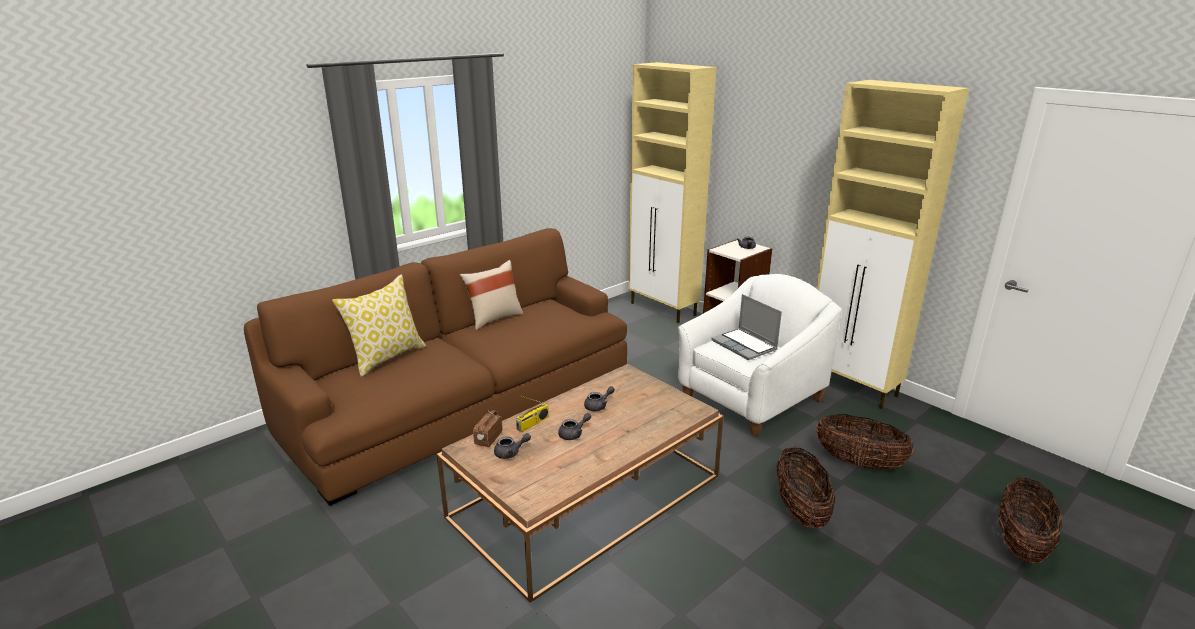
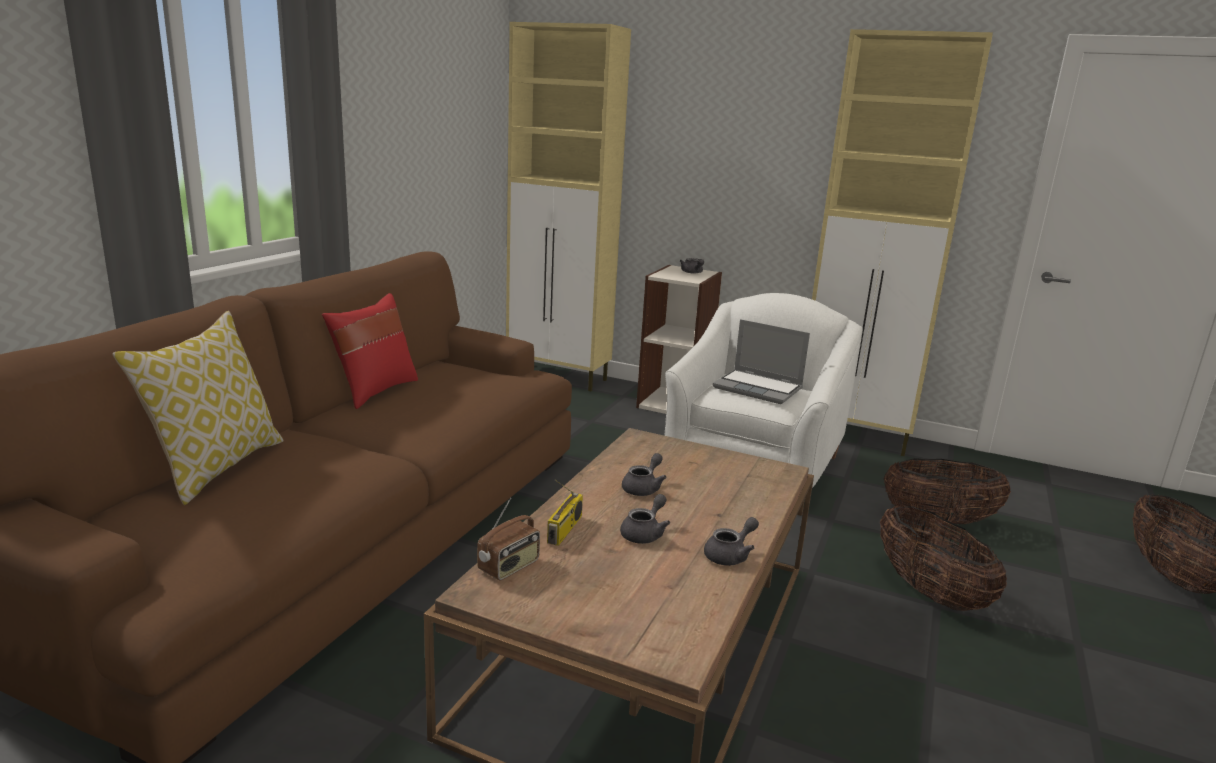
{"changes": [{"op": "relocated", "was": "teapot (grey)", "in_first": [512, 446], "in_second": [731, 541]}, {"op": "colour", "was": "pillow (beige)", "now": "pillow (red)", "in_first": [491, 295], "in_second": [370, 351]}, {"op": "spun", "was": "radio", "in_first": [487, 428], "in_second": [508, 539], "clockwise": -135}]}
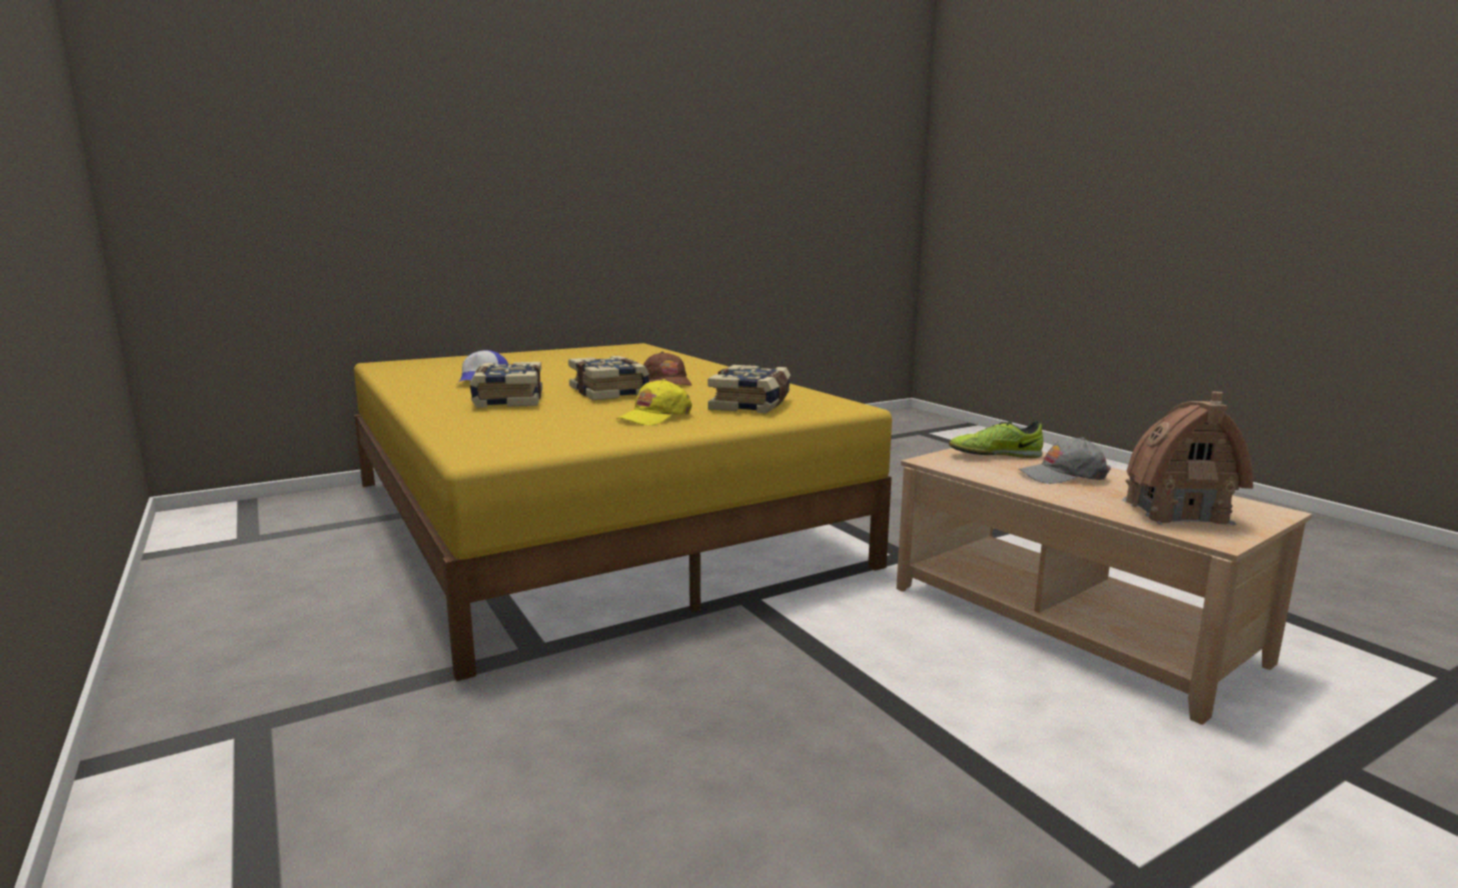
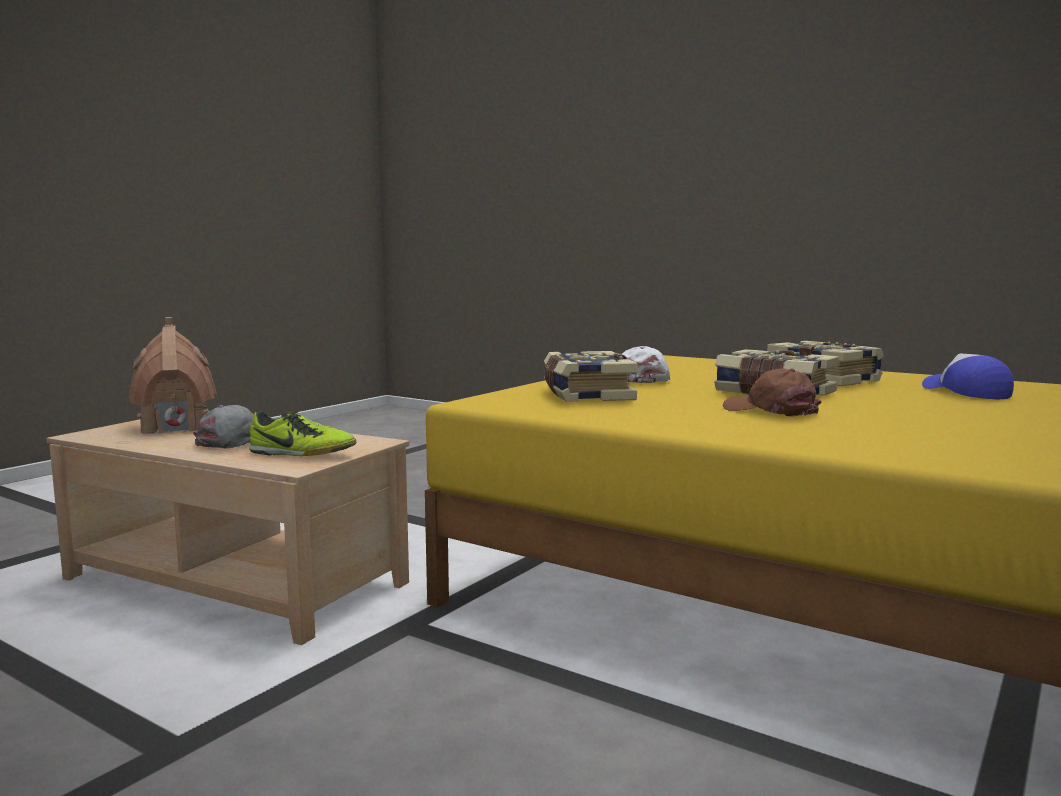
{"changes": [{"op": "colour", "was": "cap (yellow)", "now": "cap (white)", "in_first": [654, 402], "in_second": [646, 364]}, {"op": "spun", "was": "shoe", "in_first": [996, 439], "in_second": [302, 433], "clockwise": 45}]}
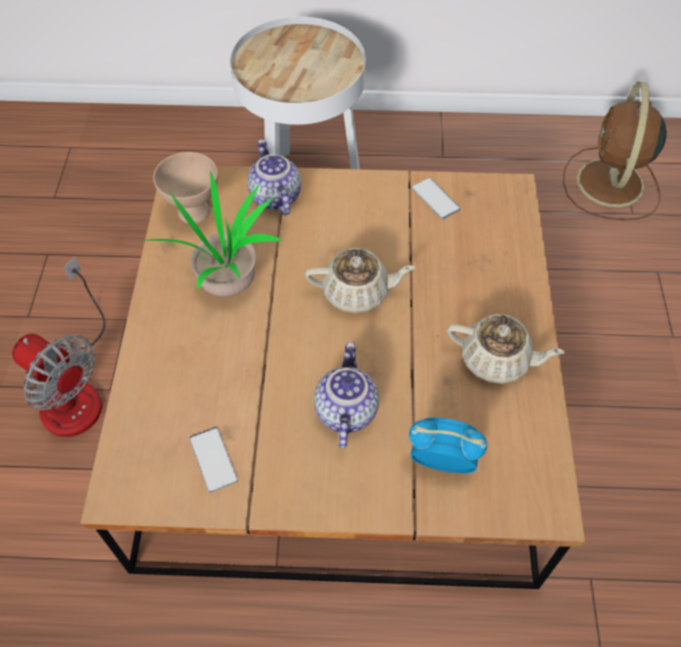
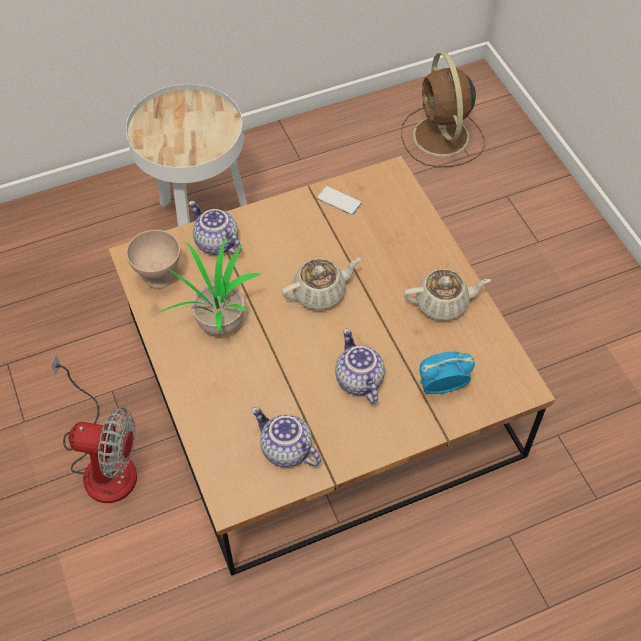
{"changes": [{"op": "exchanged", "was": "phone", "now": "teapot", "in_first": [213, 459], "in_second": [286, 437]}]}
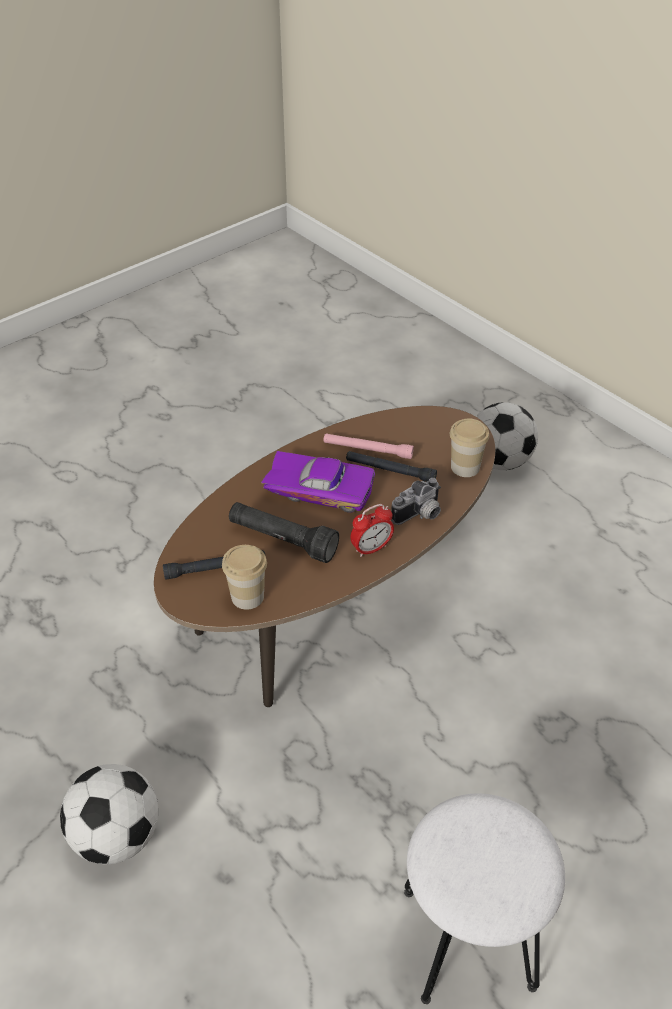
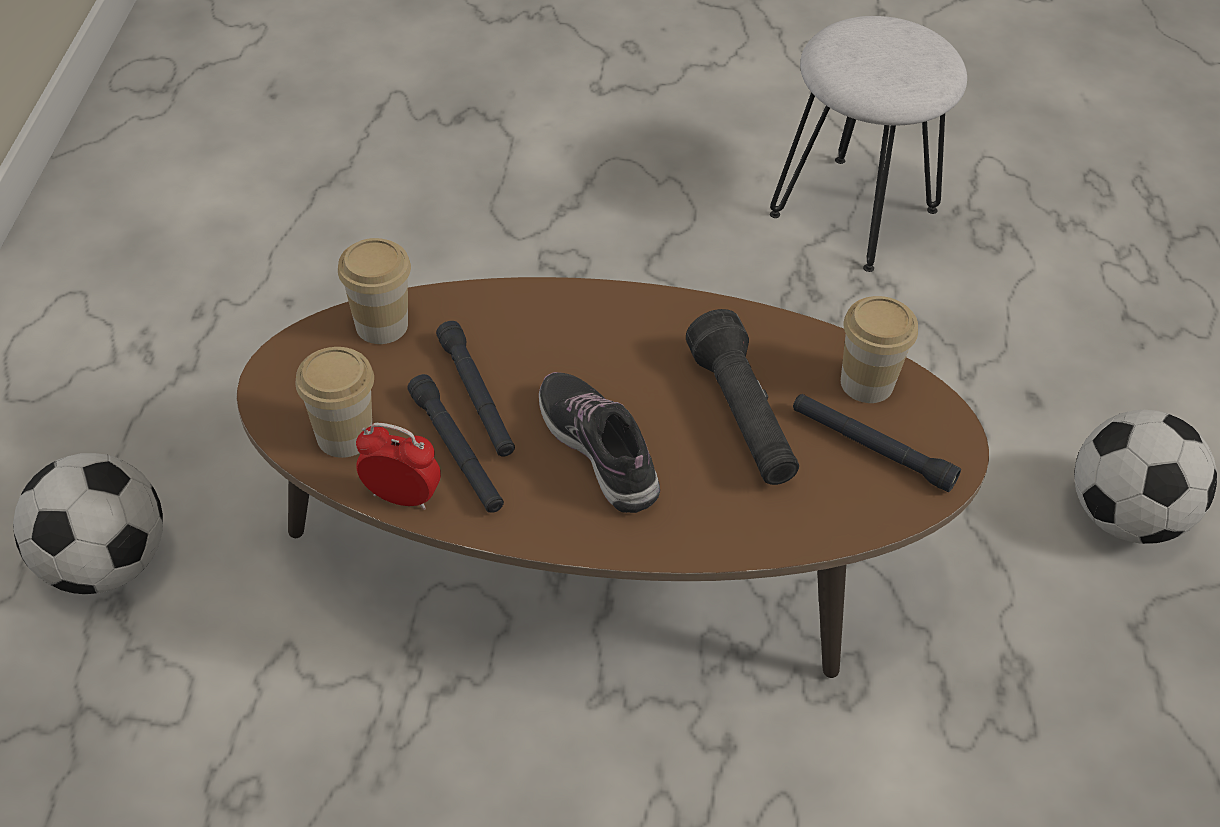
{"changes": [{"op": "missing", "was": "photo camera", "in_first": [416, 501]}, {"op": "appeared", "now": "cup", "in_second": [335, 402]}, {"op": "relocated", "was": "alarm clock", "in_first": [372, 530], "in_second": [398, 466]}, {"op": "exchanged", "was": "toy car (purple)", "now": "shoe", "in_first": [318, 482], "in_second": [599, 442]}, {"op": "colour", "was": "flashlight (pink)", "now": "flashlight (black)", "in_first": [369, 446], "in_second": [455, 443]}]}
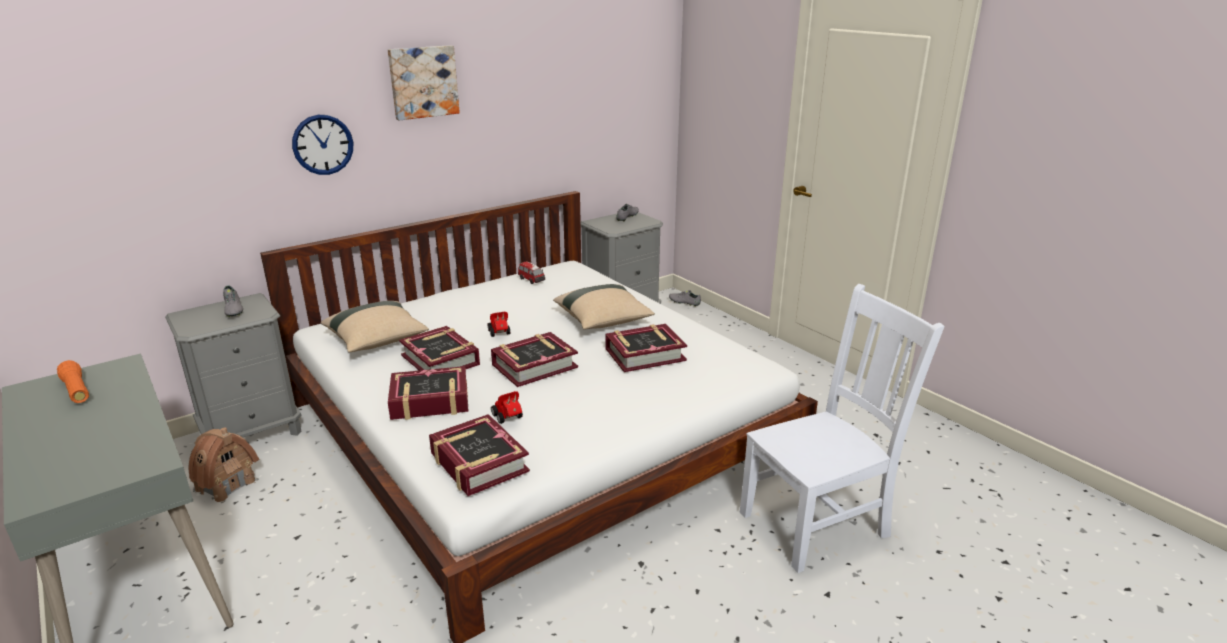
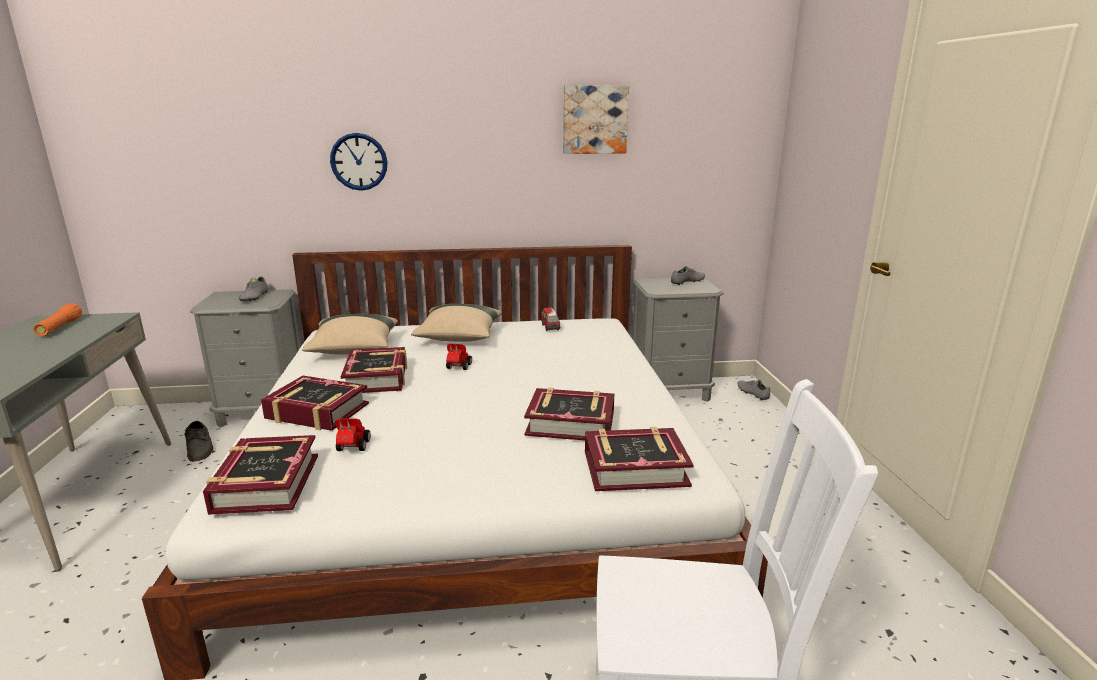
{"changes": [{"op": "relocated", "was": "picture", "in_first": [424, 82], "in_second": [596, 119]}, {"op": "relocated", "was": "book", "in_first": [534, 359], "in_second": [639, 459]}, {"op": "relocated", "was": "pillow (beige)", "in_first": [604, 307], "in_second": [456, 323]}, {"op": "exchanged", "was": "toy house", "now": "shoe (grey)", "in_first": [223, 465], "in_second": [198, 441]}]}
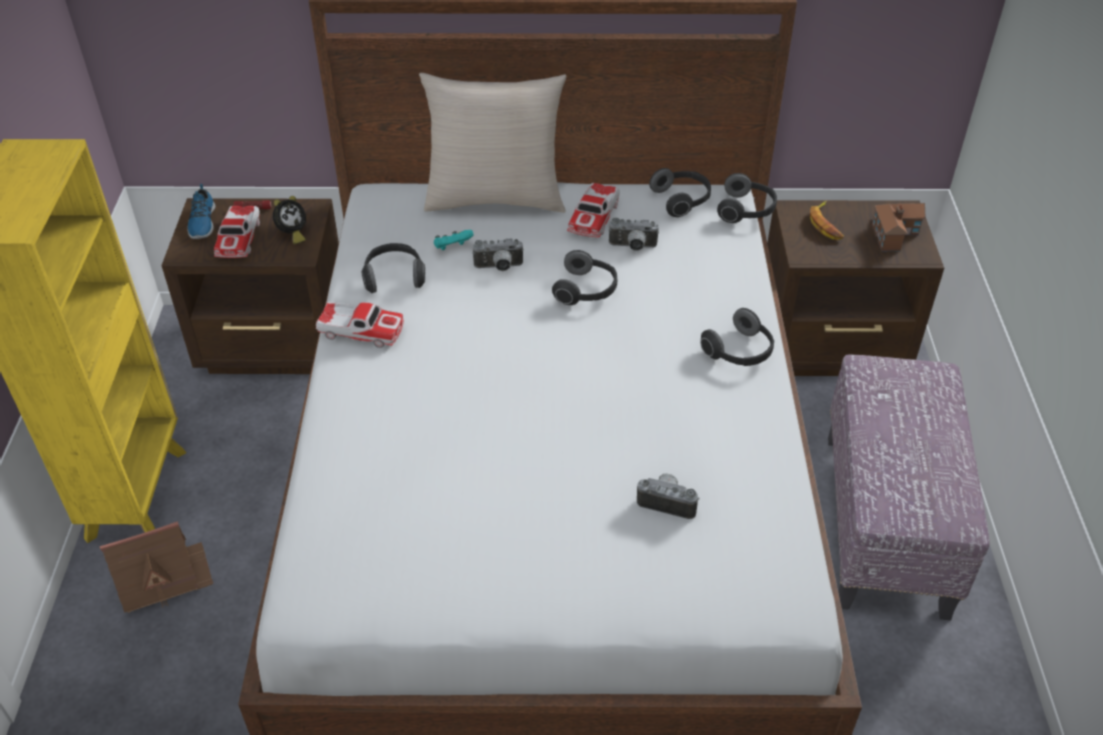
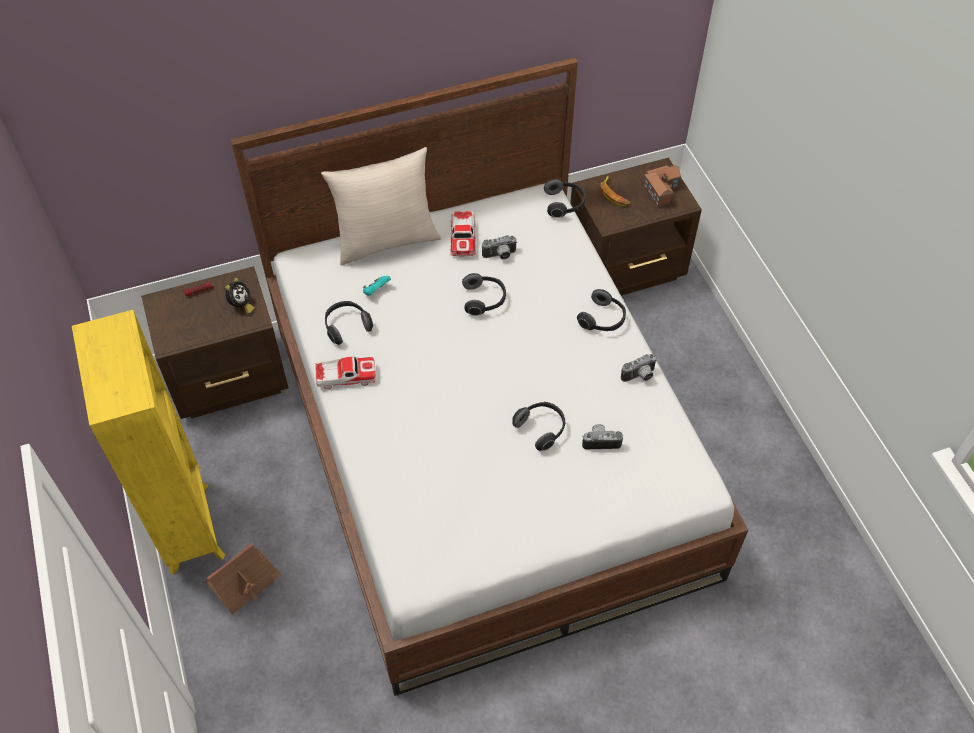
{"changes": [{"op": "missing", "was": "shoe", "in_first": [201, 211]}, {"op": "missing", "was": "toy car", "in_first": [237, 232]}, {"op": "missing", "was": "ottoman", "in_first": [909, 487]}, {"op": "relocated", "was": "photo camera", "in_first": [498, 255], "in_second": [639, 368]}, {"op": "relocated", "was": "headphones", "in_first": [680, 192], "in_second": [538, 426]}]}
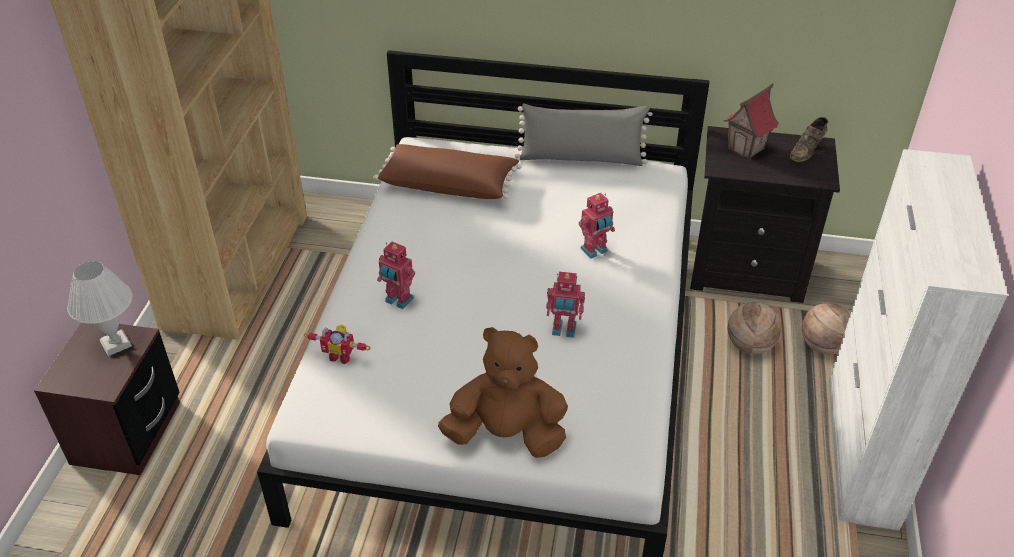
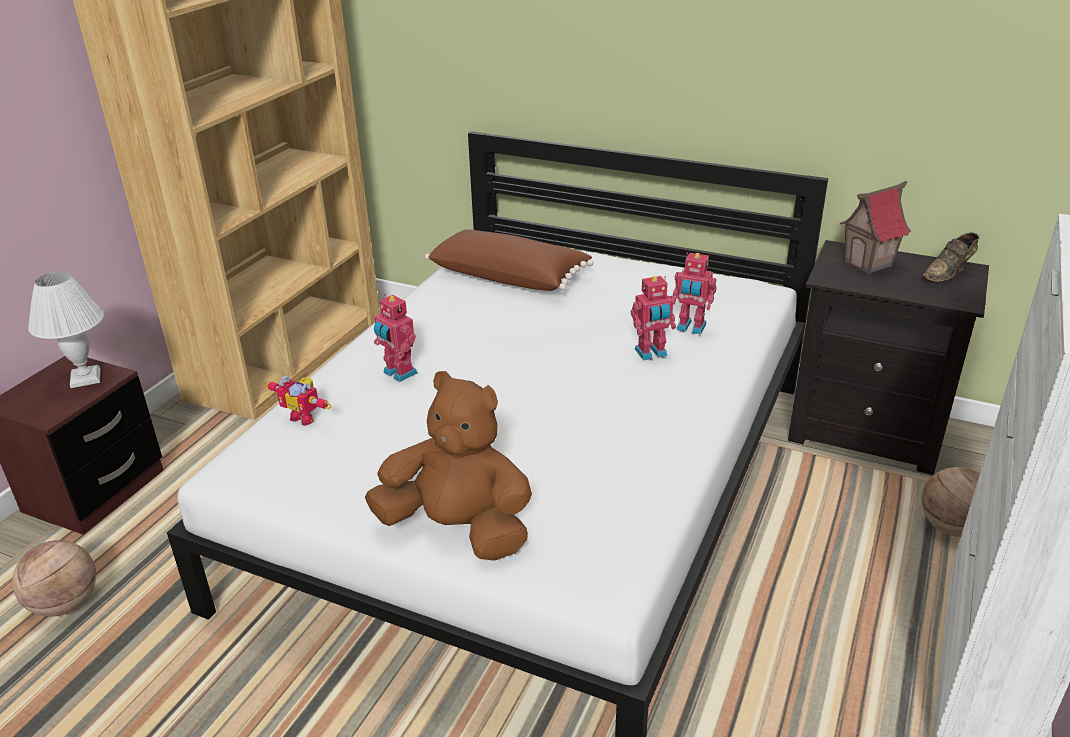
{"changes": [{"op": "missing", "was": "pillow (grey)", "in_first": [584, 134]}, {"op": "relocated", "was": "toy robot", "in_first": [565, 305], "in_second": [695, 294]}, {"op": "relocated", "was": "basketball", "in_first": [754, 328], "in_second": [54, 578]}]}
